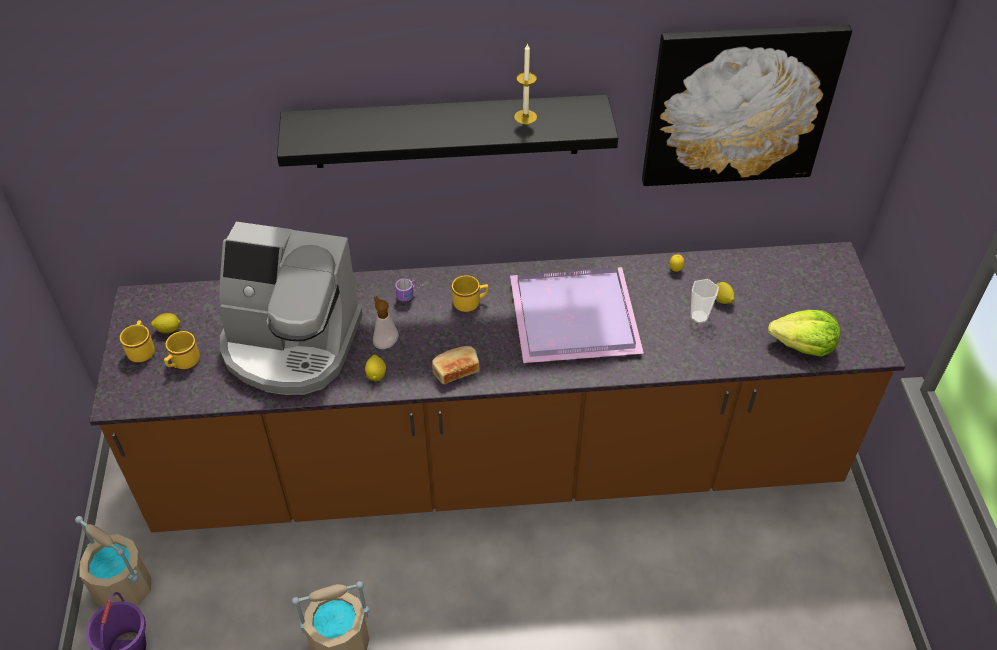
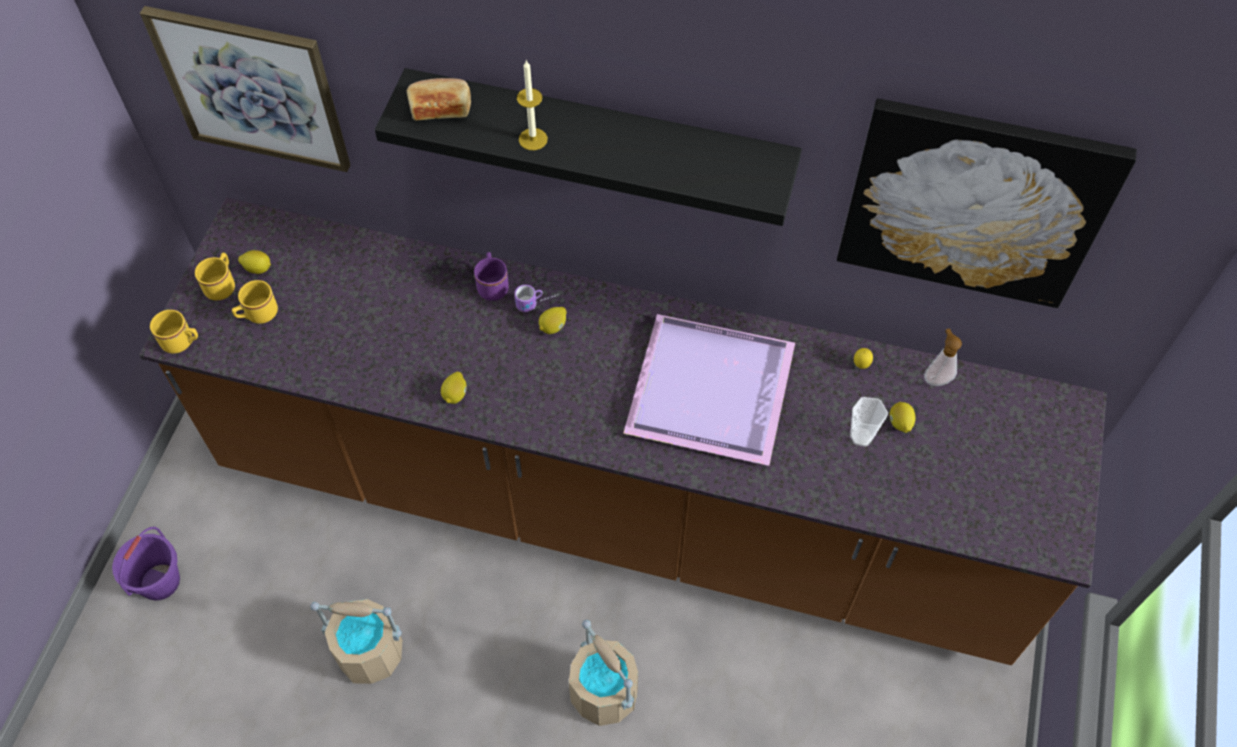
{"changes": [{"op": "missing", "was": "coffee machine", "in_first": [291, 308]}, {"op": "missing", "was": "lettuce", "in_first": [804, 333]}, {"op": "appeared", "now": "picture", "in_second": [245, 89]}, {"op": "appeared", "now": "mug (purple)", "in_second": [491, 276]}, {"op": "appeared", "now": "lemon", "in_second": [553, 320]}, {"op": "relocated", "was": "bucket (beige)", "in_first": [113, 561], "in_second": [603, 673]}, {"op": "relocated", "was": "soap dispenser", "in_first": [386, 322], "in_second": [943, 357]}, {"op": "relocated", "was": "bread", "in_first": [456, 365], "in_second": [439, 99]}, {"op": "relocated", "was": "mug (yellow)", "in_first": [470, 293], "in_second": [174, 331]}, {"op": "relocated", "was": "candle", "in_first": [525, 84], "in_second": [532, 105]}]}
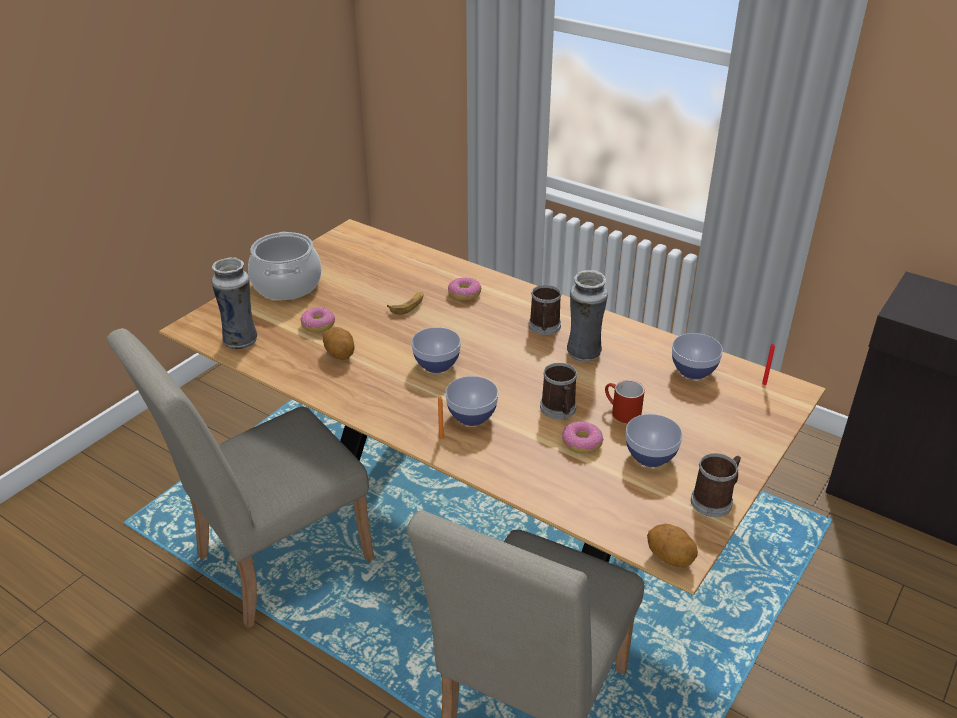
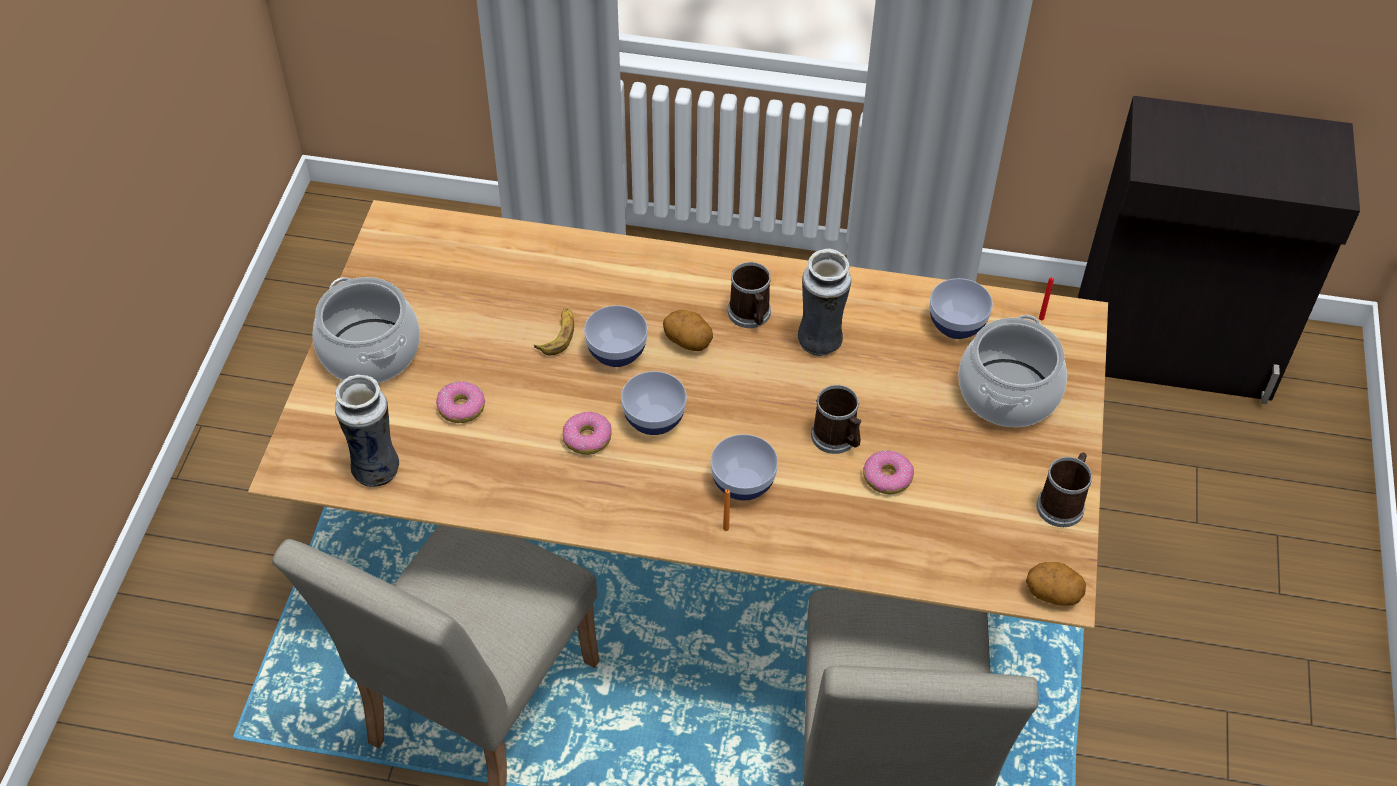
{"changes": [{"op": "missing", "was": "mug (red)", "in_first": [625, 401]}, {"op": "appeared", "now": "cooking pot", "in_second": [1012, 371]}, {"op": "relocated", "was": "potato", "in_first": [339, 343], "in_second": [688, 330]}, {"op": "relocated", "was": "donut", "in_first": [464, 289], "in_second": [587, 433]}, {"op": "relocated", "was": "bowl", "in_first": [654, 440], "in_second": [616, 336]}]}
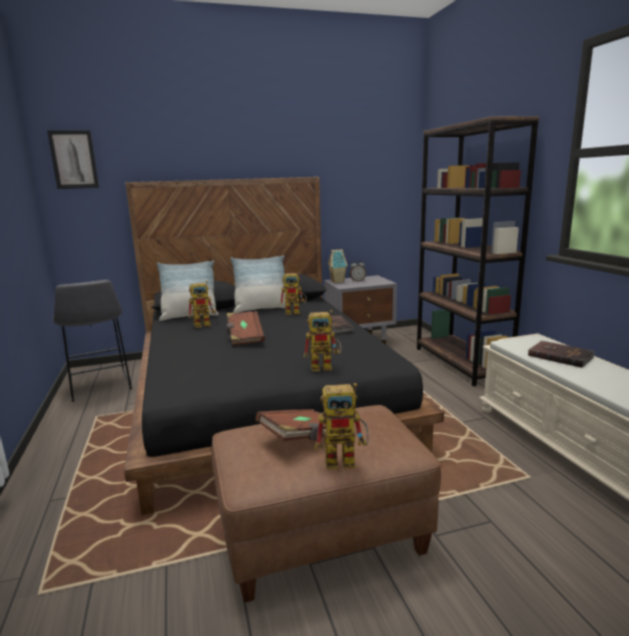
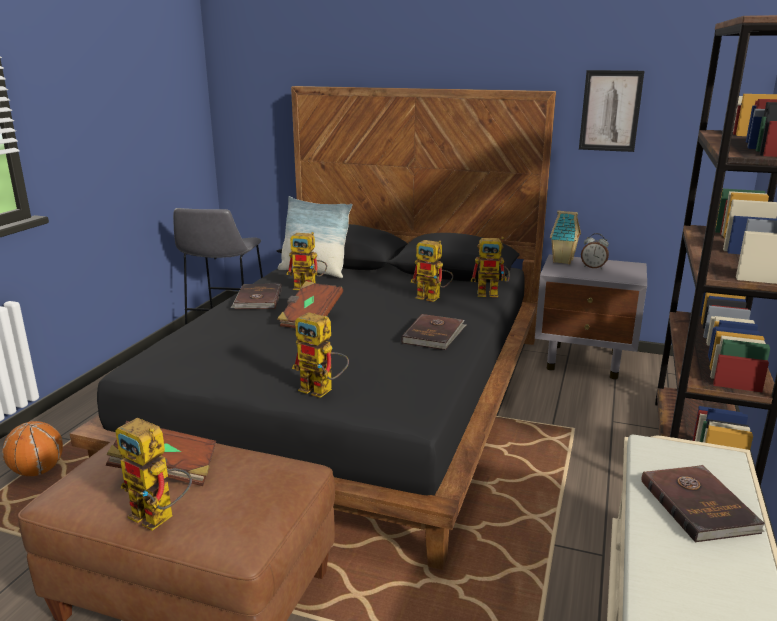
{"changes": [{"op": "missing", "was": "pillow", "in_first": [257, 284]}, {"op": "appeared", "now": "basketball", "in_second": [32, 448]}, {"op": "appeared", "now": "book (brown)", "in_second": [256, 296]}, {"op": "appeared", "now": "toy robot", "in_second": [490, 267]}, {"op": "relocated", "was": "picture", "in_first": [73, 159], "in_second": [611, 111]}]}
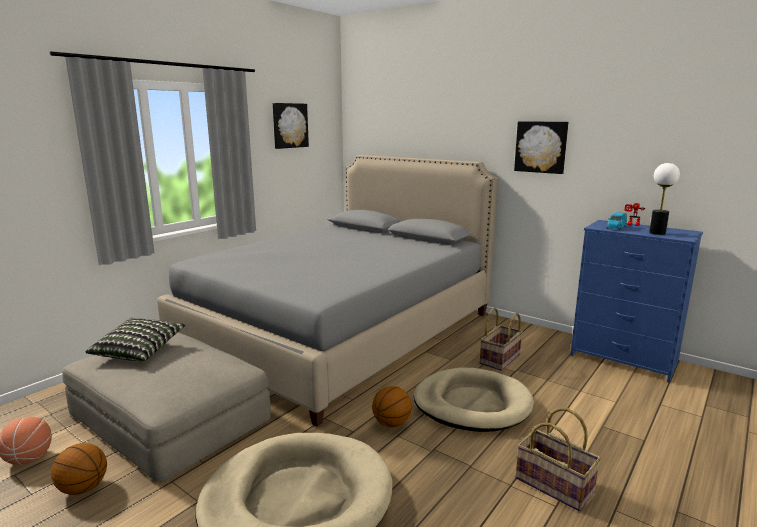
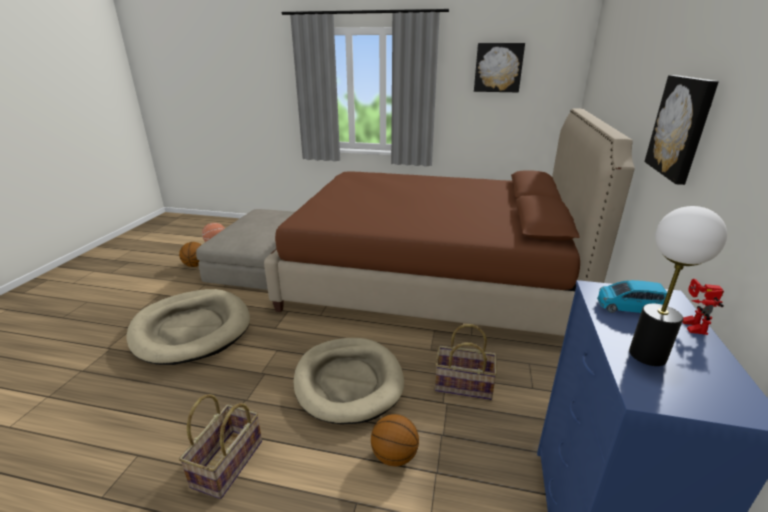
{"changes": [{"op": "missing", "was": "pillow", "in_first": [136, 340]}, {"op": "relocated", "was": "basketball", "in_first": [392, 406], "in_second": [395, 440]}, {"op": "colour", "was": "bed (grey)", "now": "bed (brown)", "in_first": [327, 291], "in_second": [449, 222]}]}
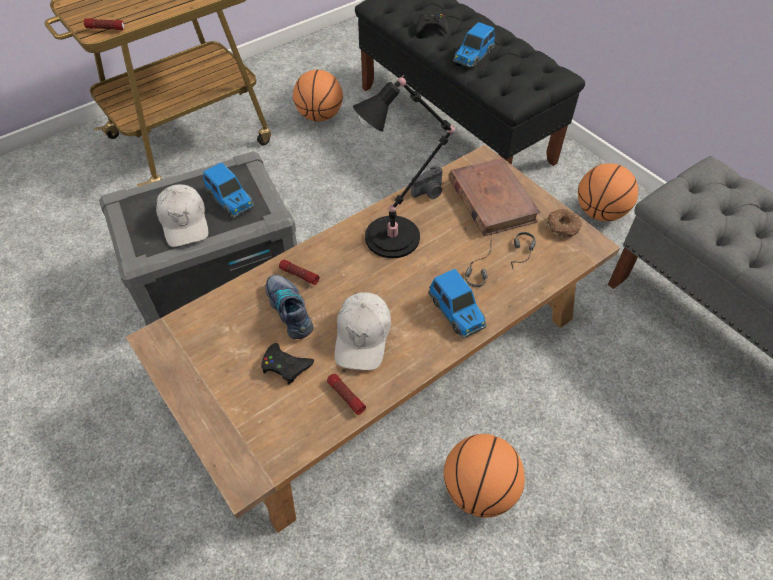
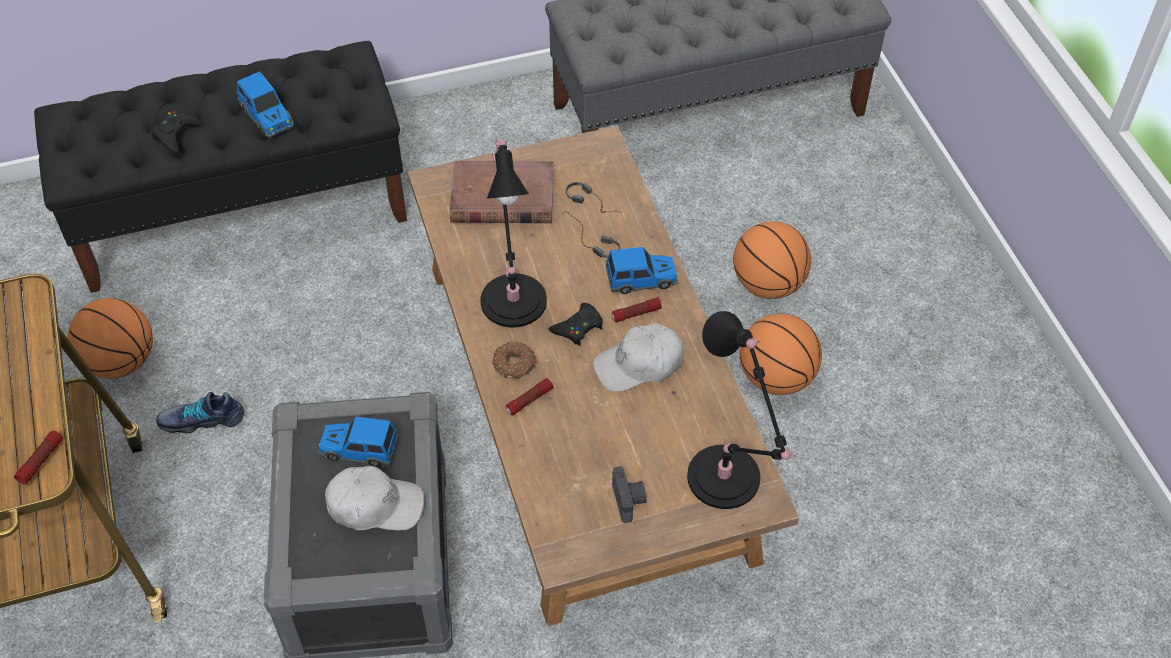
{"changes": [{"op": "appeared", "now": "table lamp (black)", "in_second": [741, 410]}, {"op": "relocated", "was": "game controller (black)", "in_first": [287, 364], "in_second": [576, 324]}, {"op": "relocated", "was": "shoe", "in_first": [289, 307], "in_second": [200, 412]}, {"op": "relocated", "was": "flashlight", "in_first": [346, 394], "in_second": [636, 310]}, {"op": "relocated", "was": "photo camera", "in_first": [427, 182], "in_second": [629, 494]}, {"op": "relocated", "was": "donut", "in_first": [564, 223], "in_second": [514, 360]}, {"op": "relocated", "was": "basketball", "in_first": [608, 192], "in_second": [772, 260]}, {"op": "spun", "was": "toy car", "in_first": [228, 189], "in_second": [358, 441], "clockwise": -150}, {"op": "spun", "was": "cap (white)", "in_first": [362, 331], "in_second": [638, 357], "clockwise": 135}]}
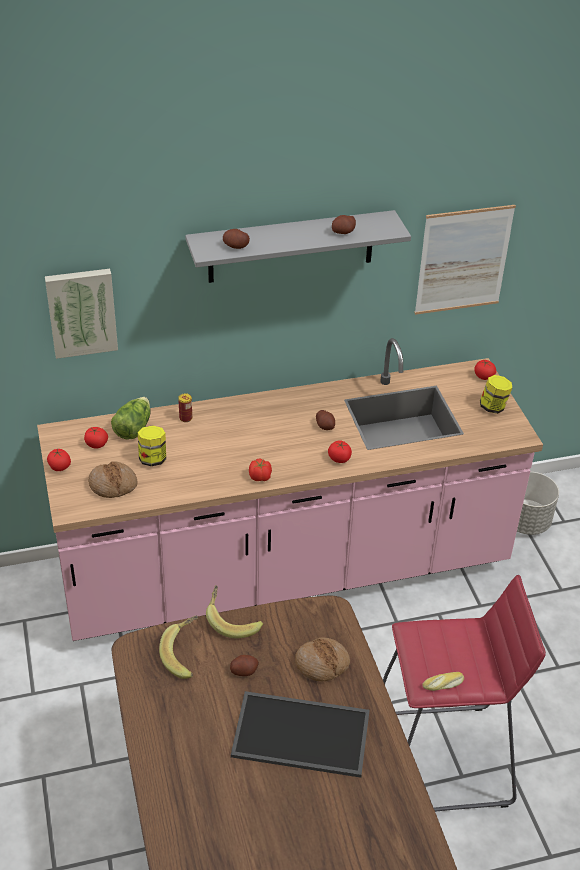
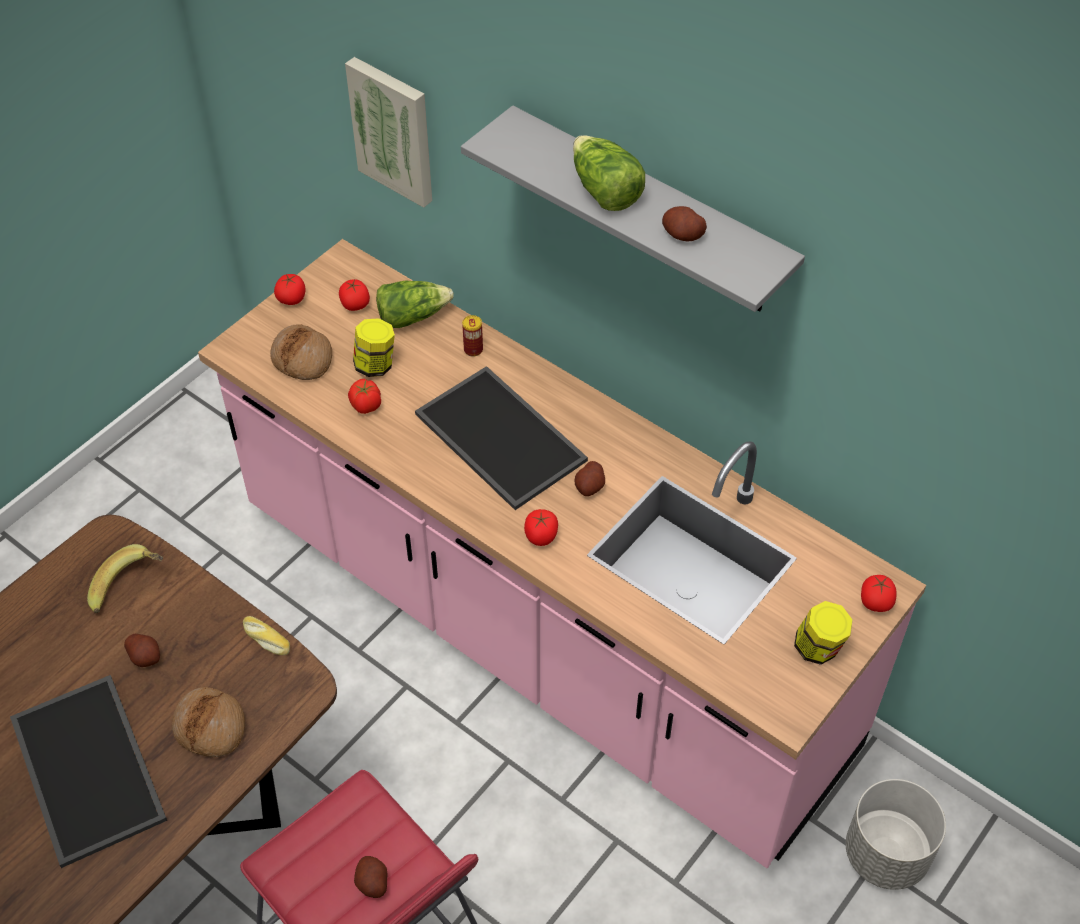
{"changes": [{"op": "missing", "was": "banana", "in_first": [234, 611]}, {"op": "missing", "was": "picture", "in_first": [465, 260]}, {"op": "appeared", "now": "tray", "in_second": [501, 438]}, {"op": "appeared", "now": "lettuce", "in_second": [609, 173]}, {"op": "relocated", "was": "potato", "in_first": [236, 239], "in_second": [370, 877]}, {"op": "relocated", "was": "tomato", "in_first": [260, 470], "in_second": [364, 396]}, {"op": "relocated", "was": "bread", "in_first": [443, 681], "in_second": [266, 635]}]}
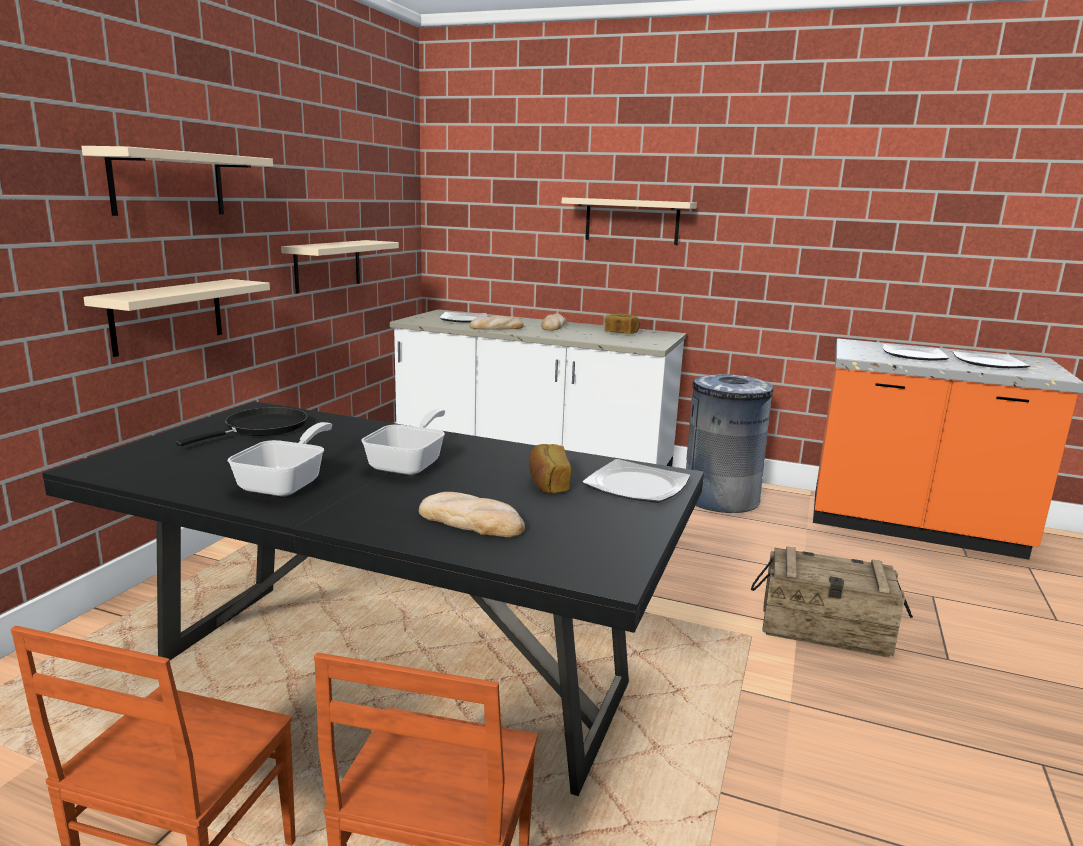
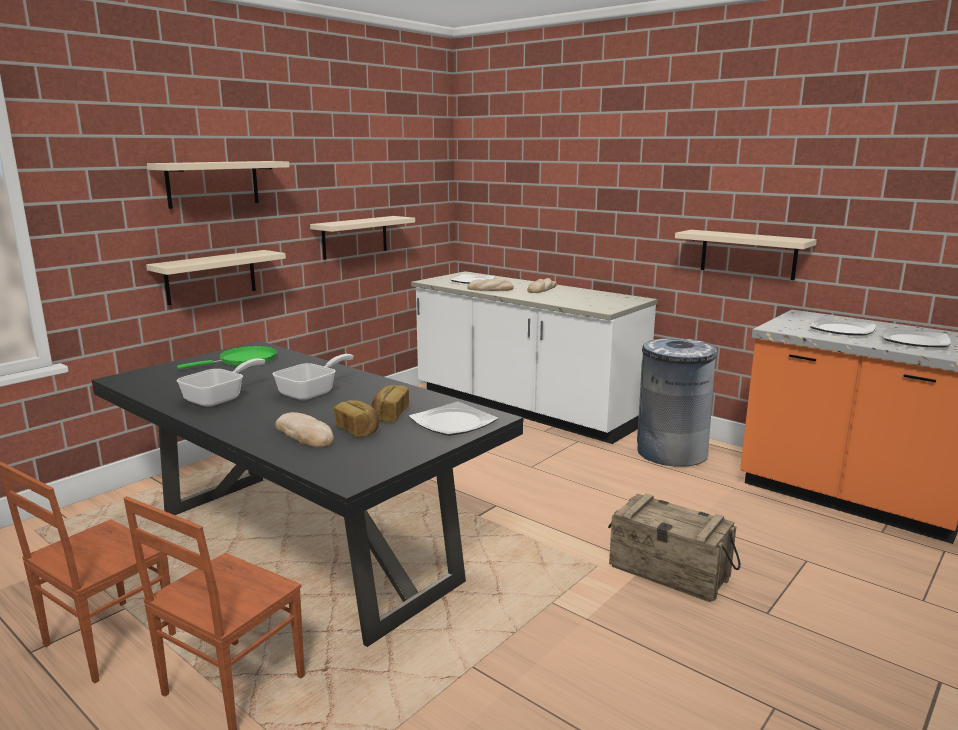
{"changes": [{"op": "relocated", "was": "shelf (beige)", "in_first": [629, 221], "in_second": [746, 255]}, {"op": "relocated", "was": "bread", "in_first": [622, 324], "in_second": [356, 418]}, {"op": "colour", "was": "frying pan (black)", "now": "frying pan (green)", "in_first": [241, 426], "in_second": [227, 357]}]}
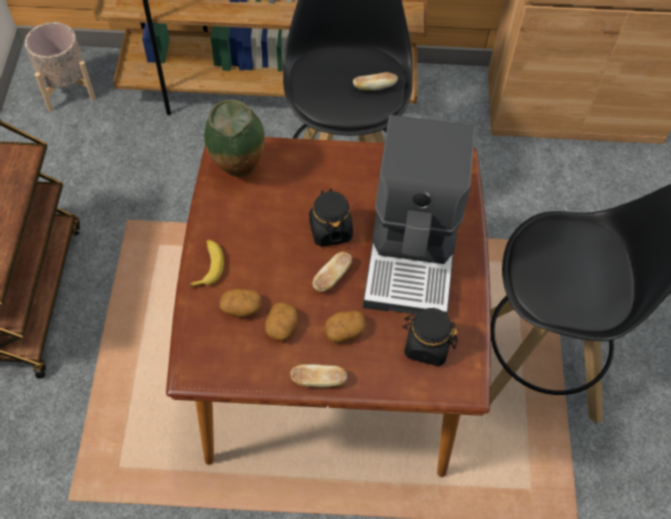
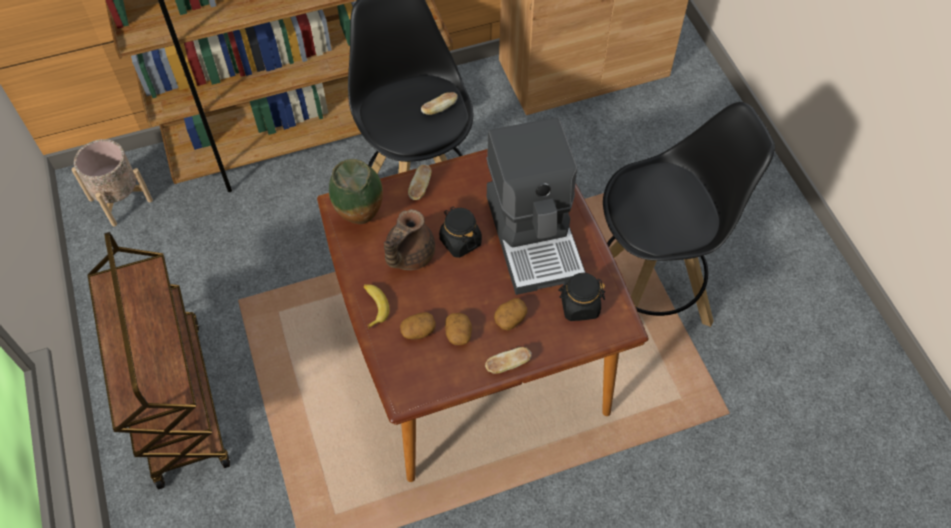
{"changes": [{"op": "appeared", "now": "teapot (brown)", "in_second": [409, 239]}, {"op": "relocated", "was": "bread", "in_first": [332, 272], "in_second": [419, 182]}]}
